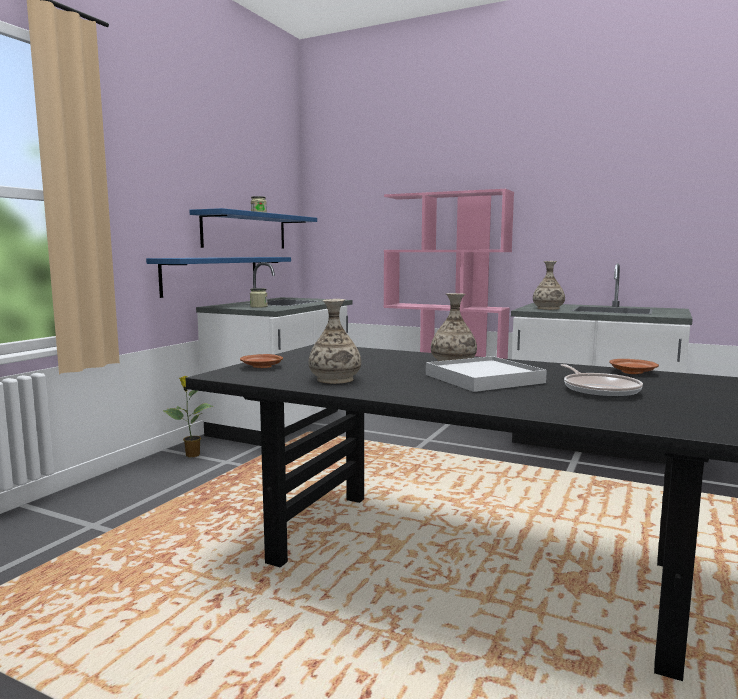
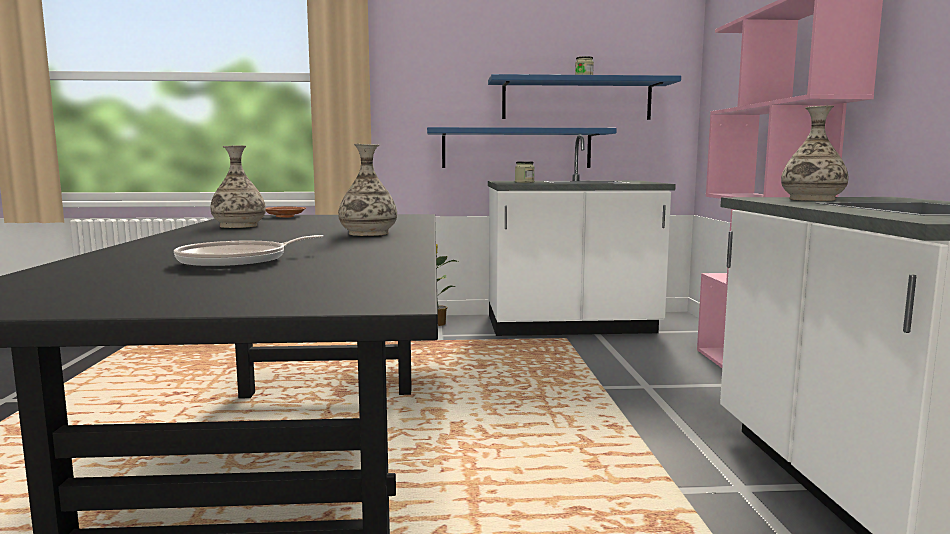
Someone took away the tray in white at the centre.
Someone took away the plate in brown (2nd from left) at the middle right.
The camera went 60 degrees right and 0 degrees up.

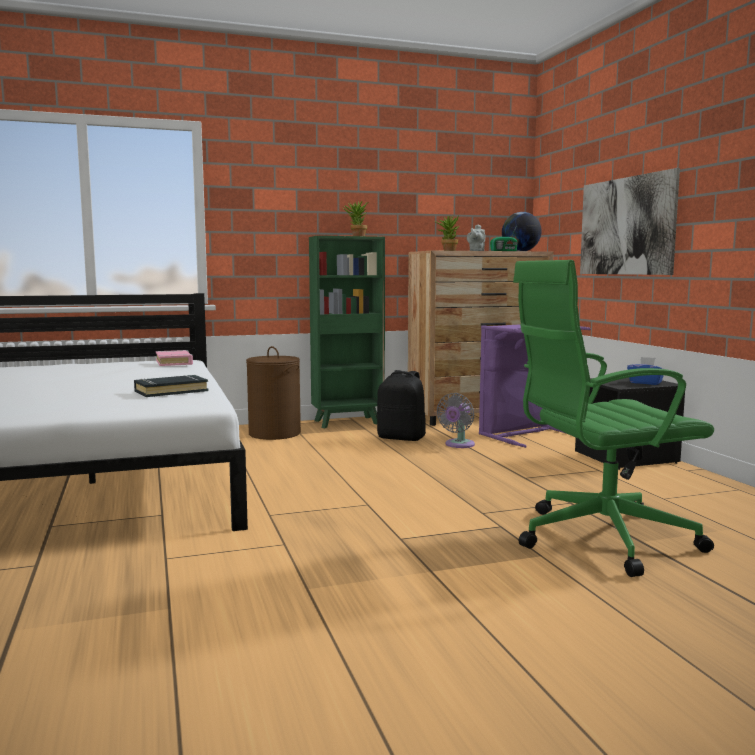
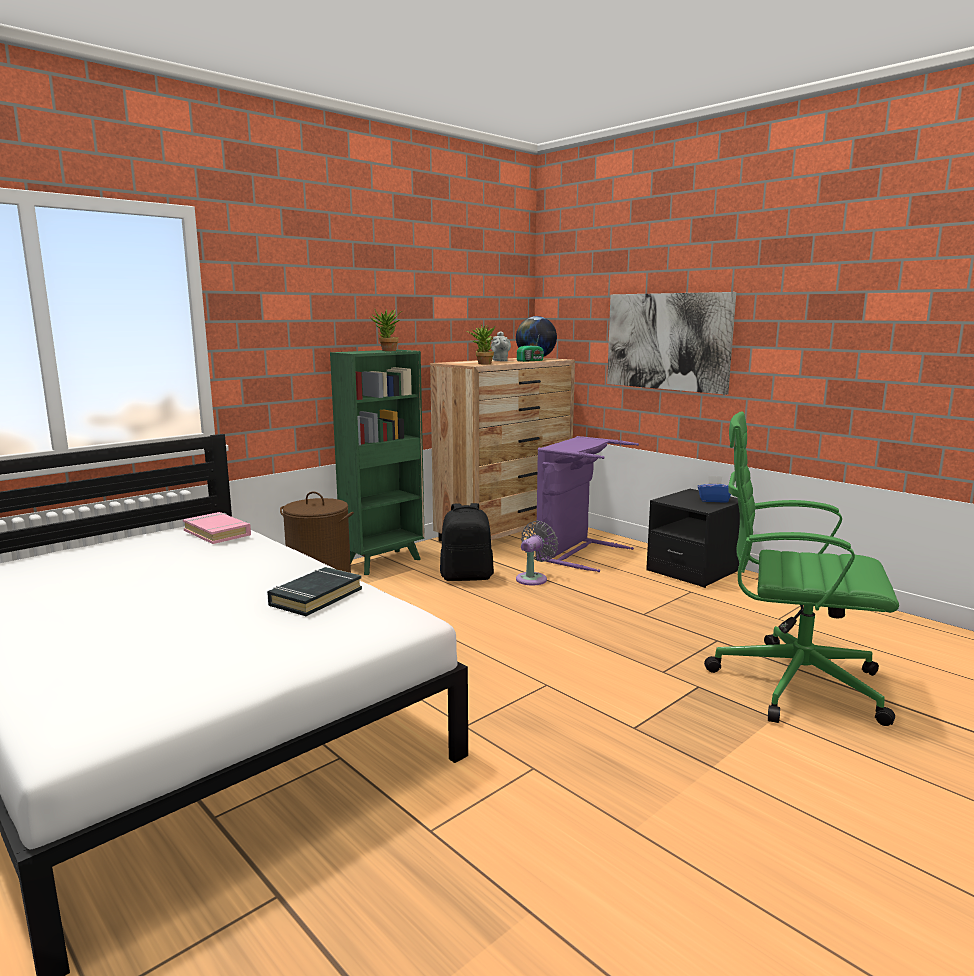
Someone rotated the office chair in green at the middle right by 60 degrees clockwise.
Someone rotated the fan in grey at the centre by 150 degrees counterclockwise.
The camera went 25 degrees left and 5 degrees up.

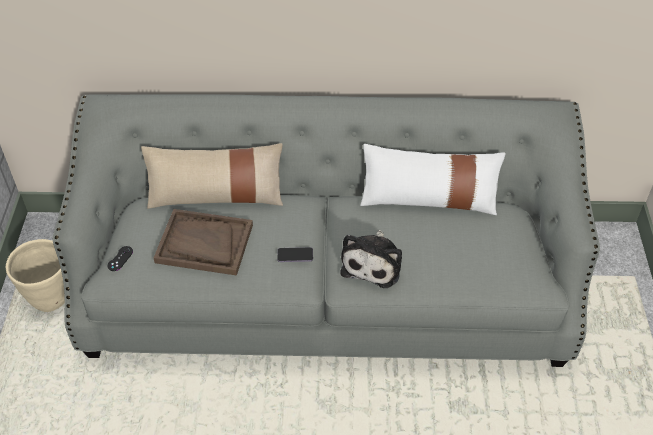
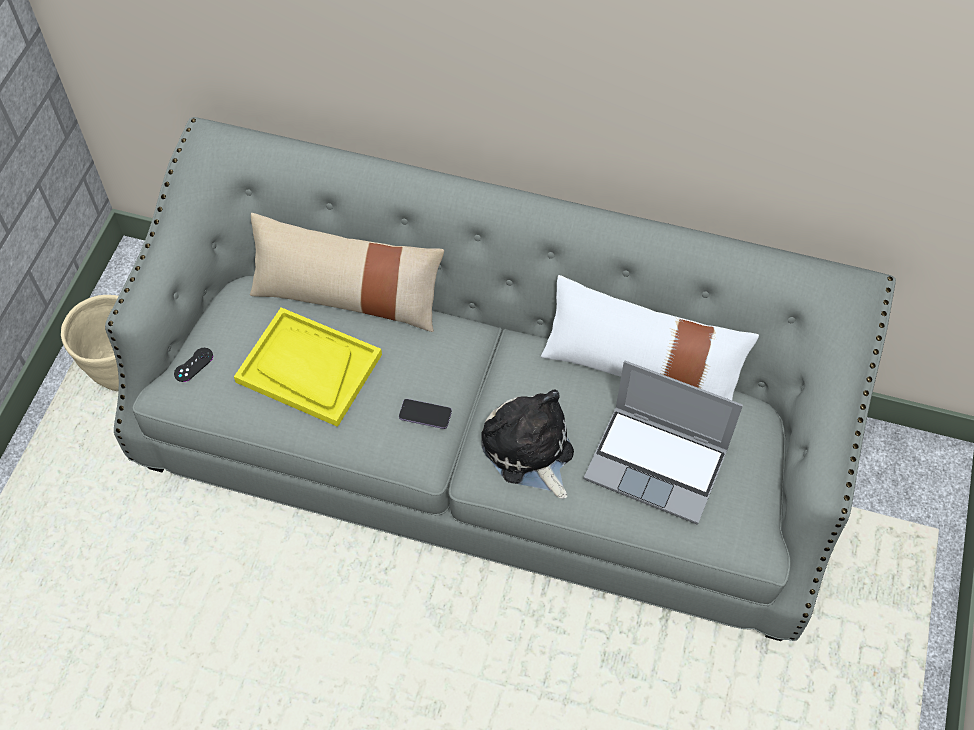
Someone repainted the tray in brown at the middle left, which became the tray in yellow at the middle left.
Someone rotated the plush toy at the centre by 120 degrees clockwise.
Someone put down the laptop at the middle right.
The camera went 15 degrees right and 10 degrees up.

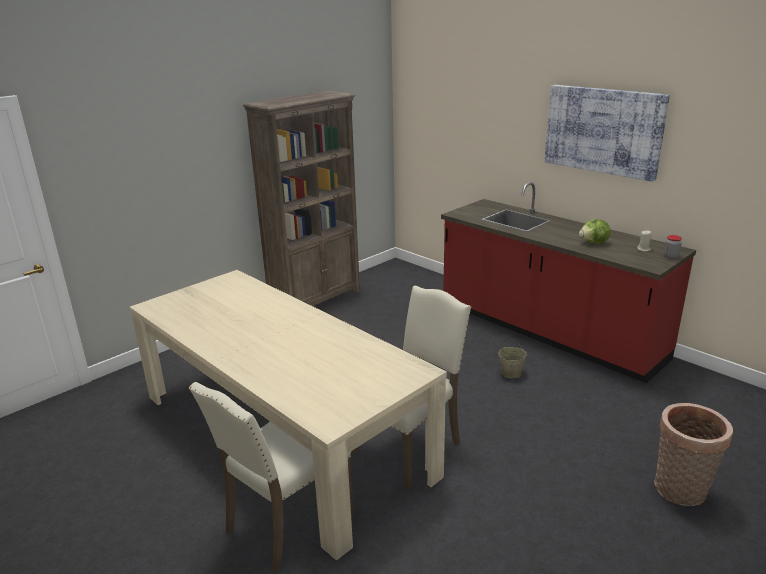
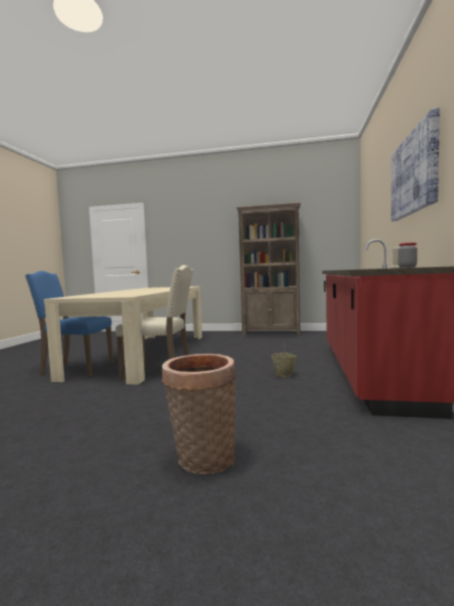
Someone took away the lettuce at the middle right.
Someone repainted the chair in beige (1st from left) at the bottom centre, which became the chair in blue at the middle left.
The camera went 55 degrees right and 20 degrees down.

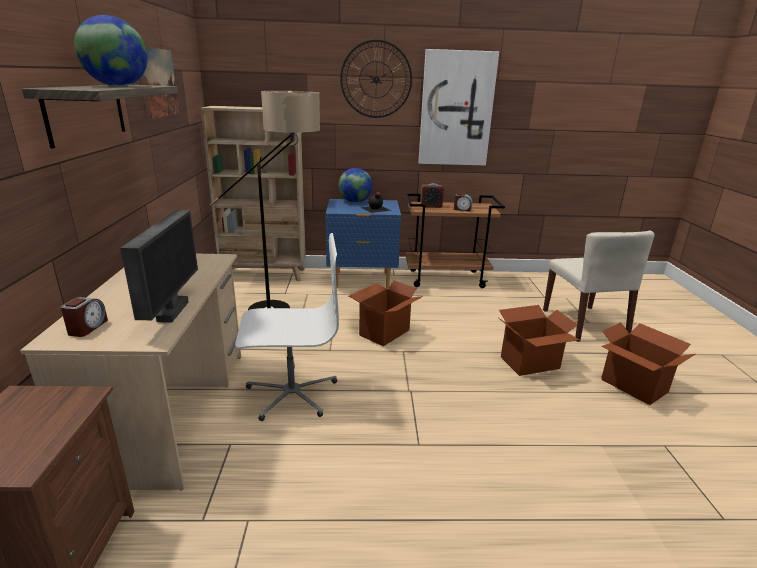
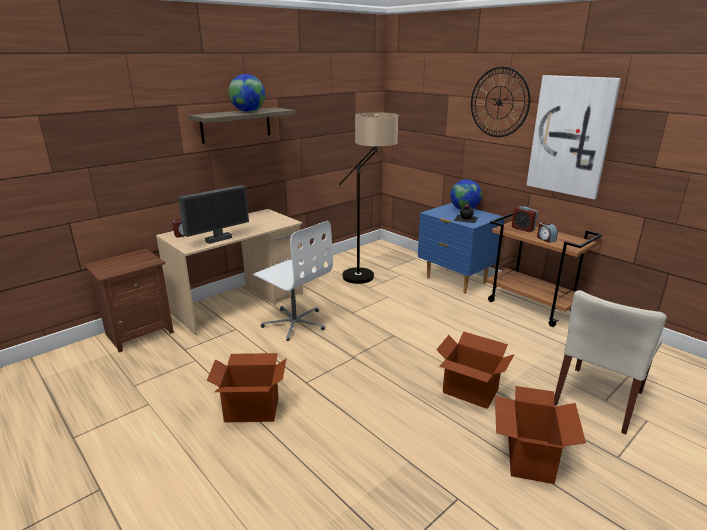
Someone took away the picture (1st from left) at the top left.
Someone took away the bookcase in beige at the centre.
Someone carried the cardboard box (1st from left) from the centre to the bottom centre.
The camera went 50 degrees right and 0 degrees up.

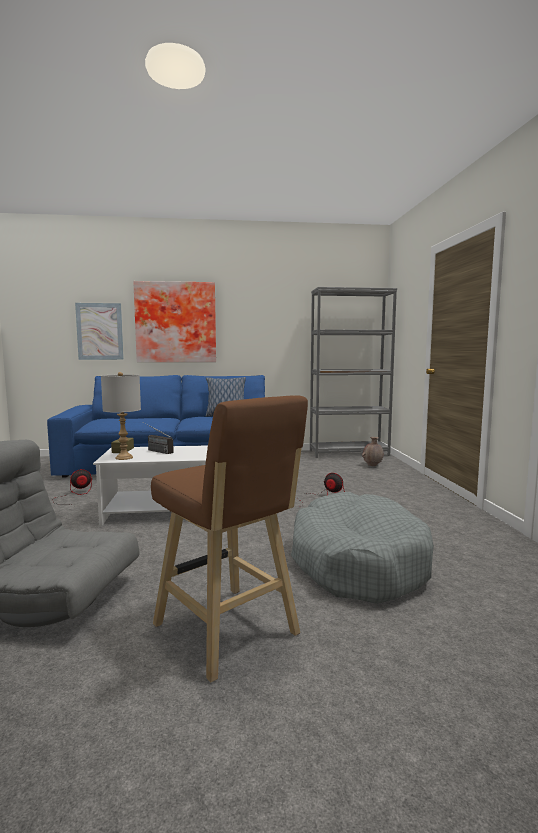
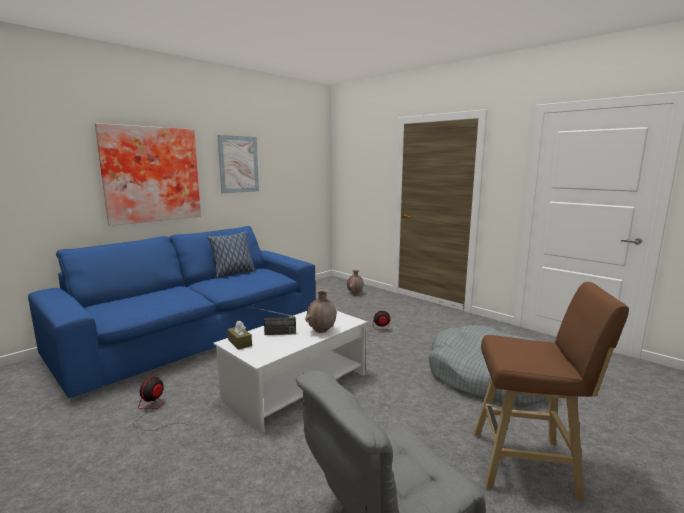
Someone took away the bookcase in grey at the centre.
Someone carried the picture (1st from left in the first image) from the middle left to the top centre.
Someone took away the table lamp in grey at the middle left.
Someone put down the vase in brown (1st from left) at the centre.
The camera went 40 degrees left and 5 degrees up.

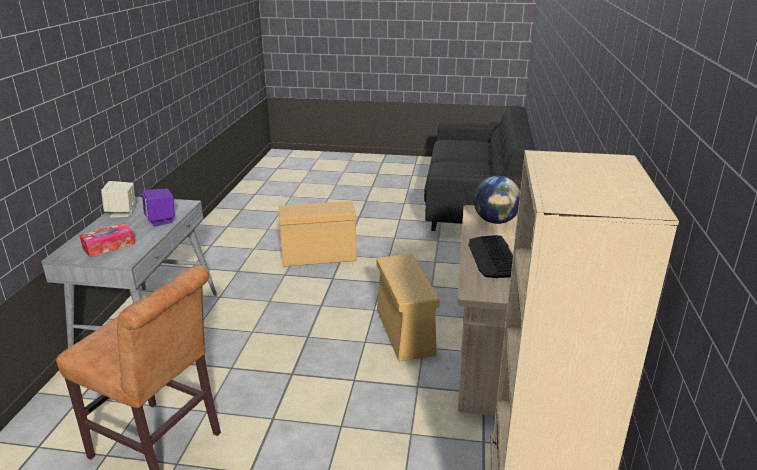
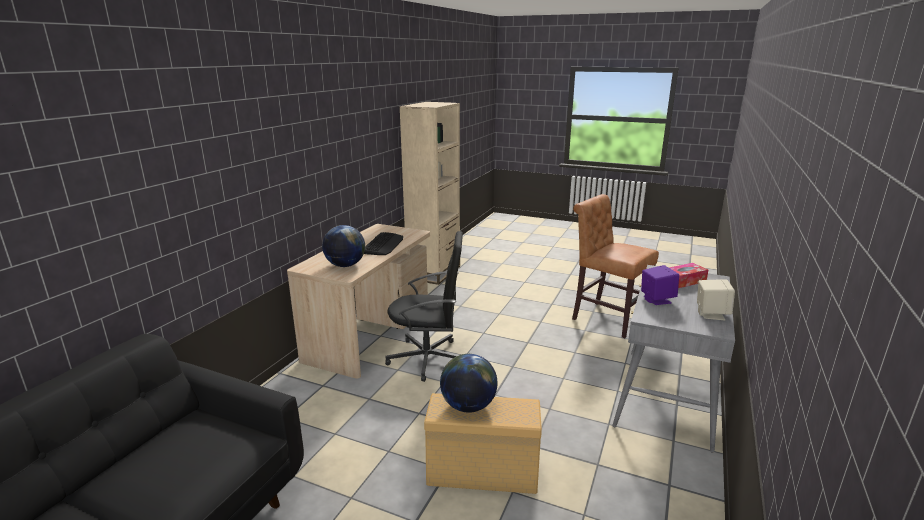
Someone swapped the storage box in beige (2nd from left) at the centre for the office chair in black at the centre.
Someone put down the globe (2nd from left) at the bottom centre.
The camera went 165 degrees left and 5 degrees down.

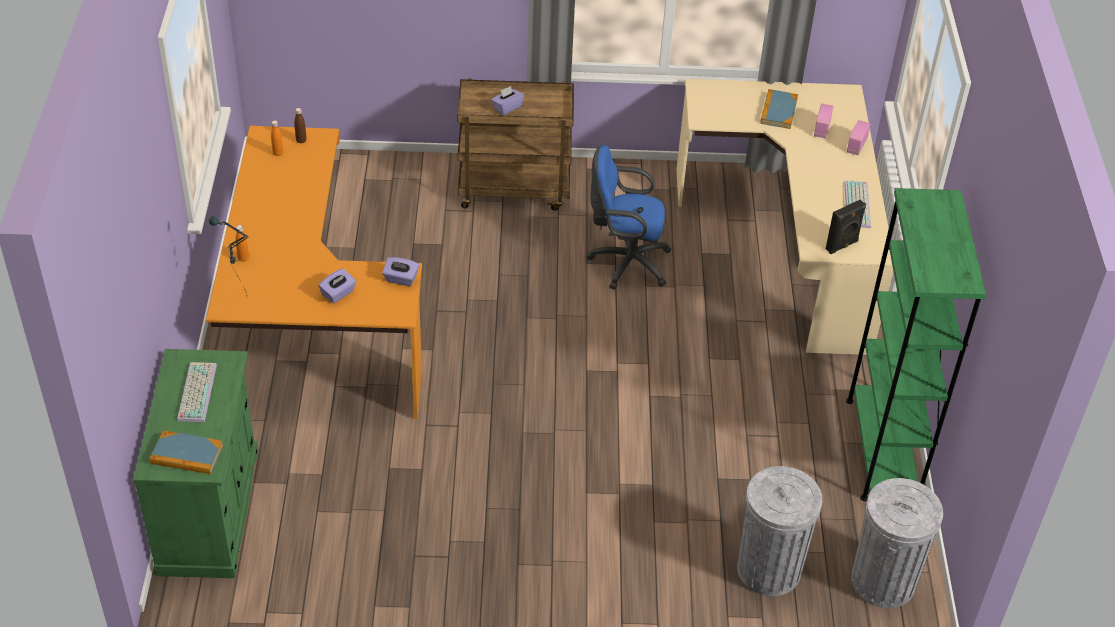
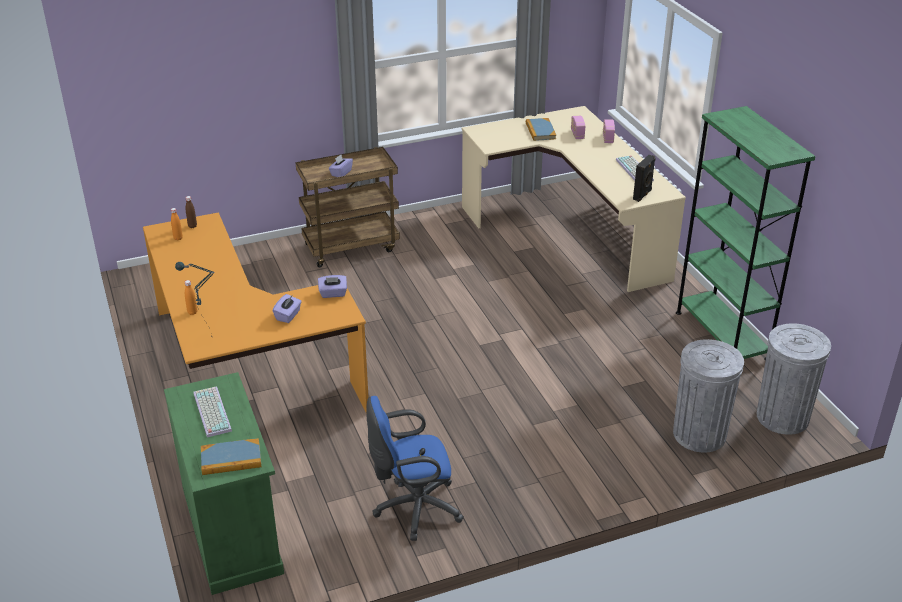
Someone carried the office chair in blue from the centre to the bottom centre.
The camera went 20 degrees left and 10 degrees down.

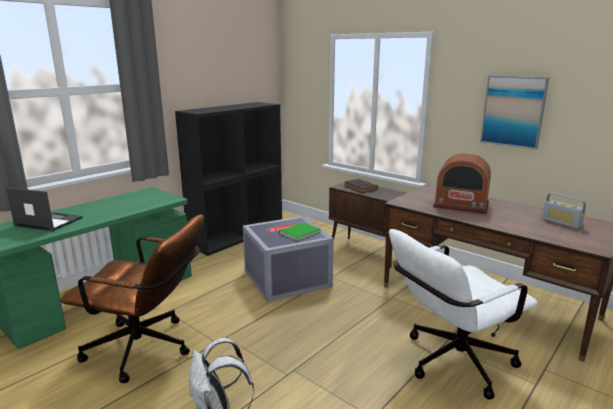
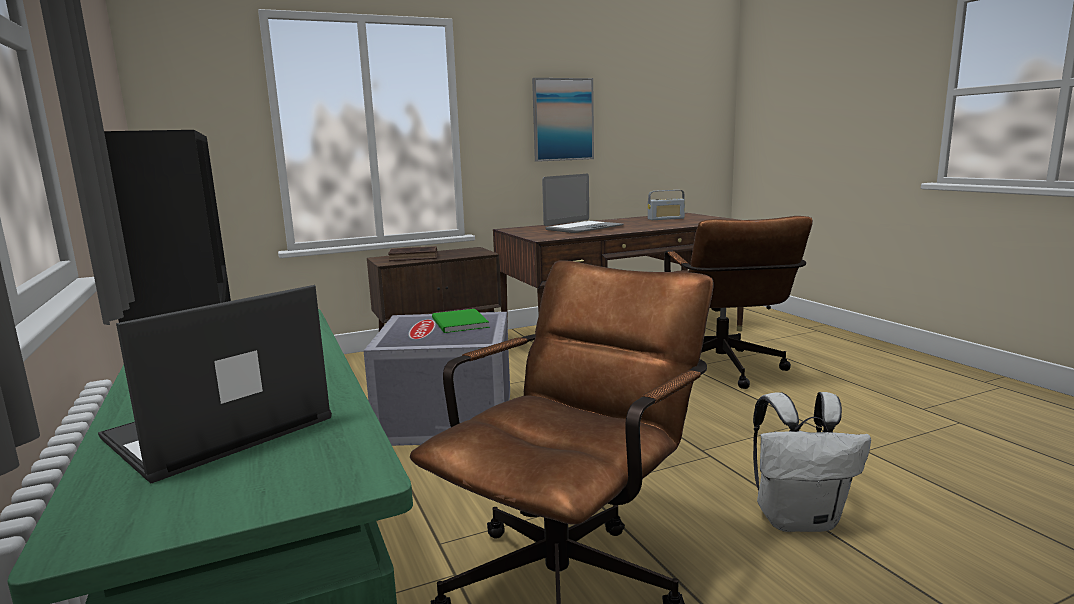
Someone swapped the radio (1st from left) at the middle right for the laptop (2nd from left) at the centre.
Someone repainted the office chair in white at the bottom right, which became the office chair in brown (2nd from left) at the middle right.
The camera went 65 degrees left and 5 degrees down.

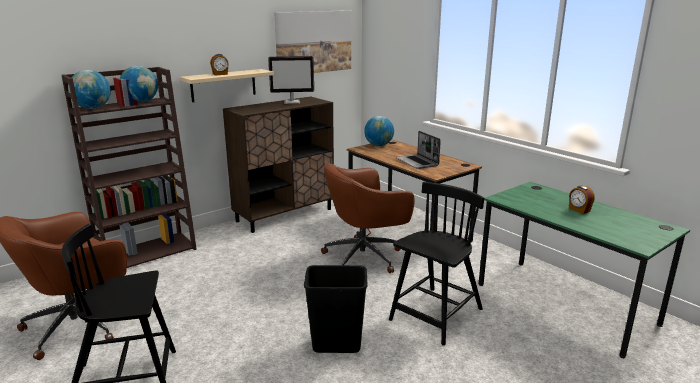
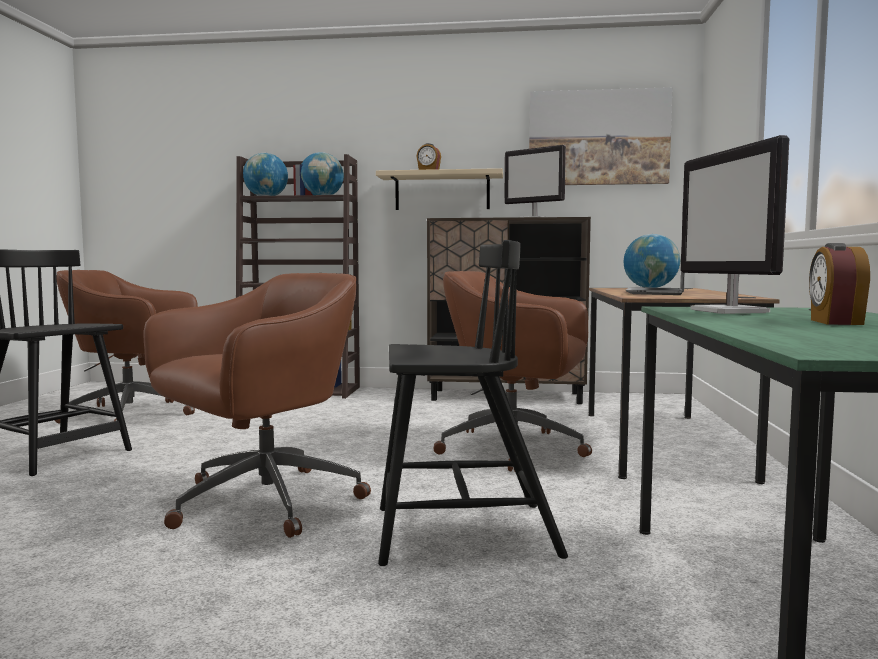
Someone swapped the trash can in black at the bottom centre for the office chair in brown (2nd from left) at the middle left.
Someone put down the monitor (2nd from left) at the middle right.
The camera went 45 degrees right and 15 degrees down.

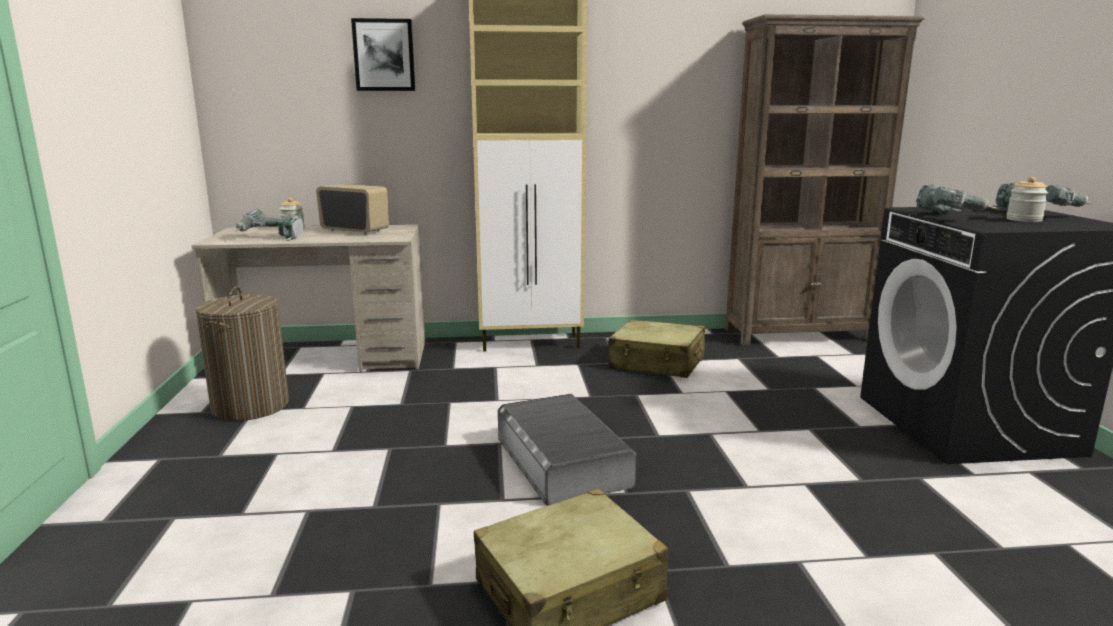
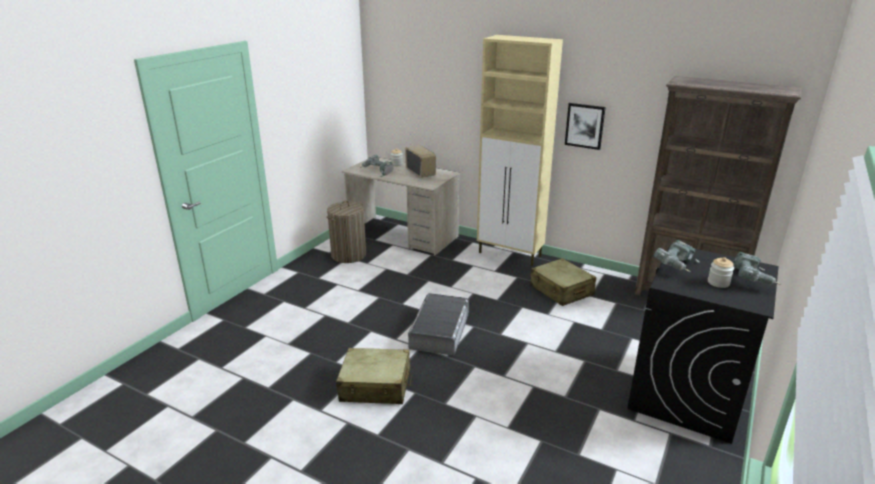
Someone carried the picture from the top centre to the top right.
The camera went 35 degrees right and 10 degrees up.

